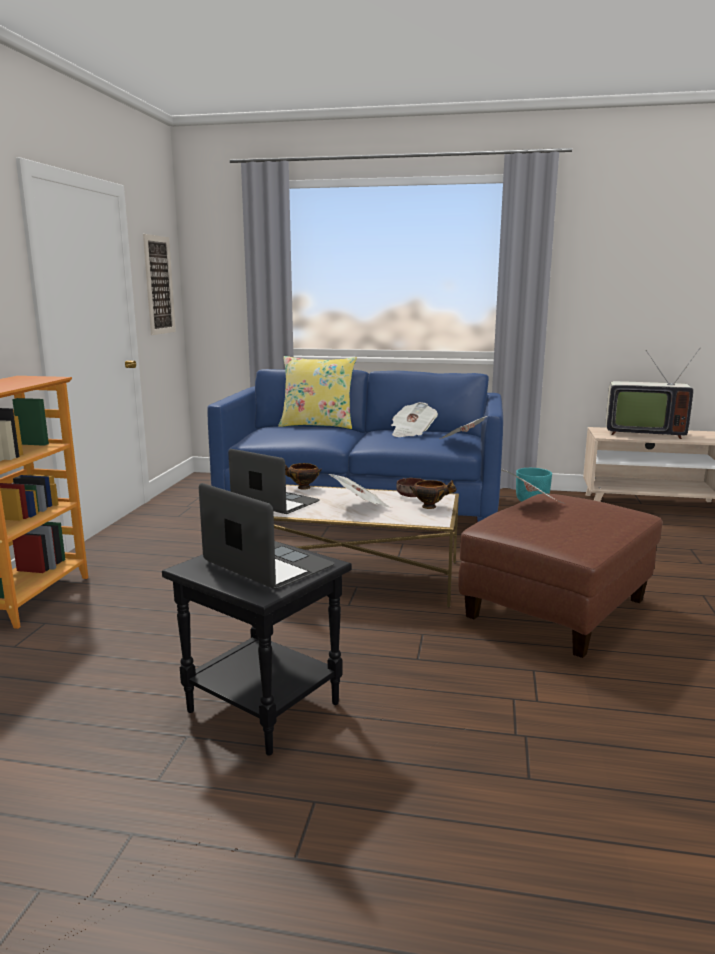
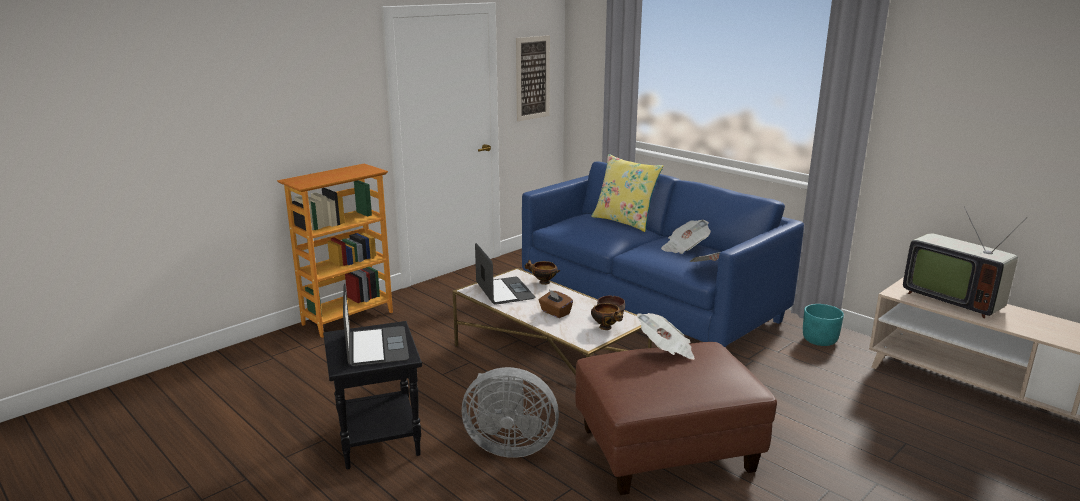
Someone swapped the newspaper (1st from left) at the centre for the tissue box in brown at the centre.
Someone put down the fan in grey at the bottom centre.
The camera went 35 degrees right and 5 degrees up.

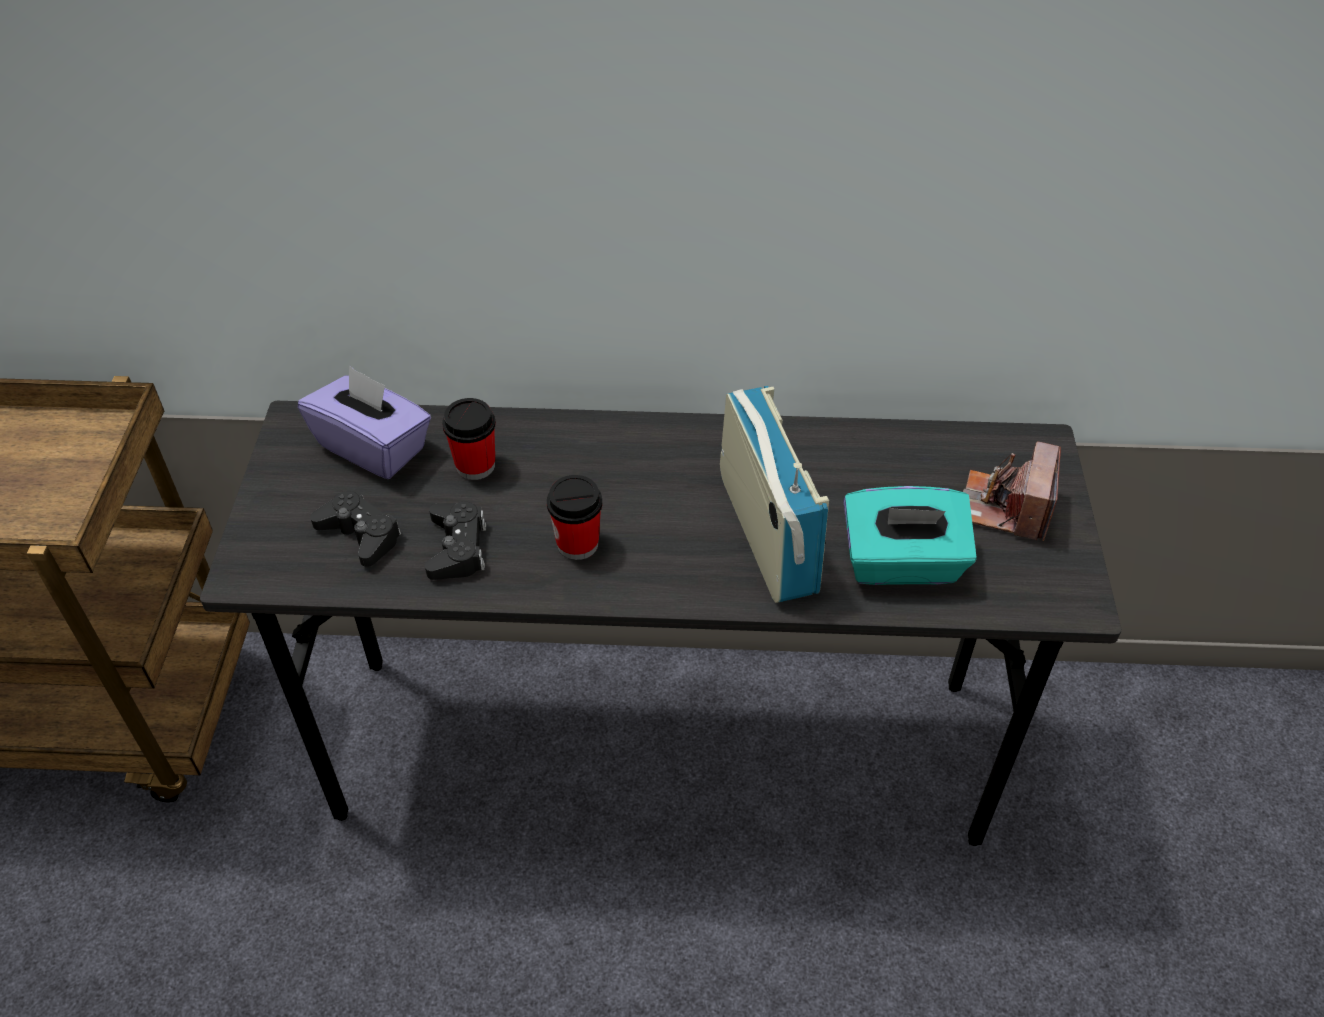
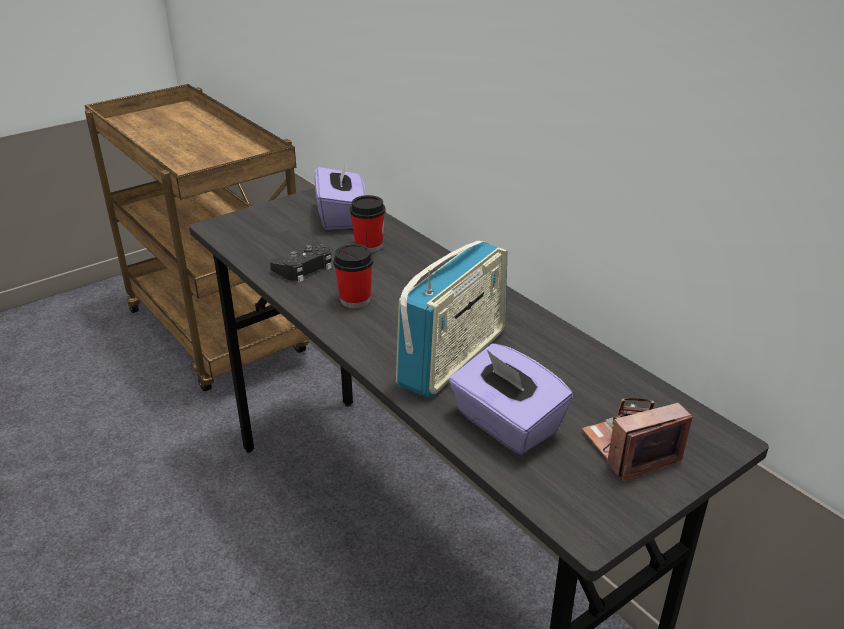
Someone repainted the tissue box in turquoise at the middle right, which became the tissue box in purple (2nd from left) at the centre.
Someone took away the game controller in black (1st from left) at the middle left.
The camera went 50 degrees right and 15 degrees down.

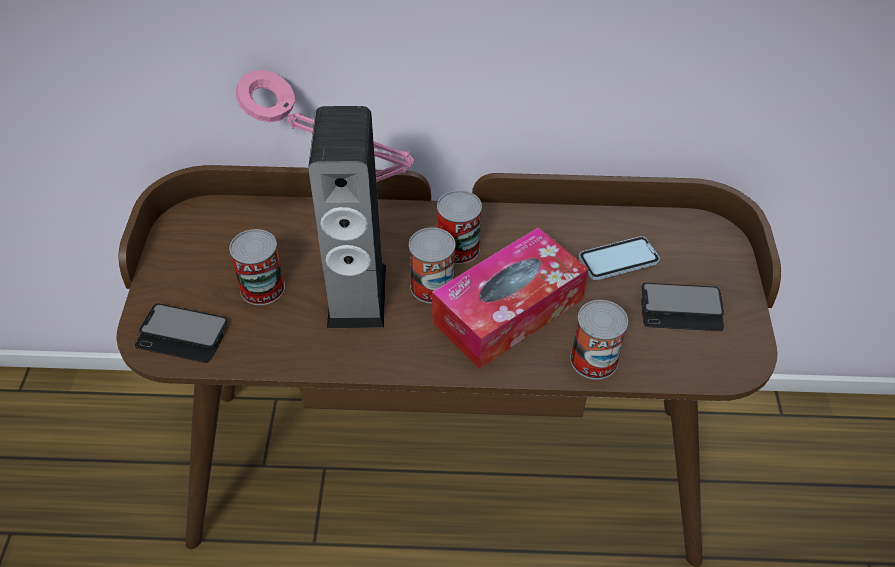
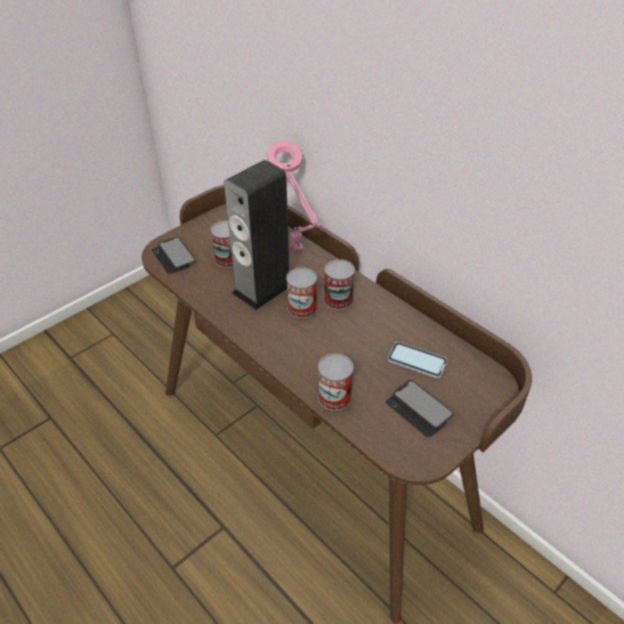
Someone took away the tissue box at the centre.
The camera went 45 degrees right and 5 degrees down.

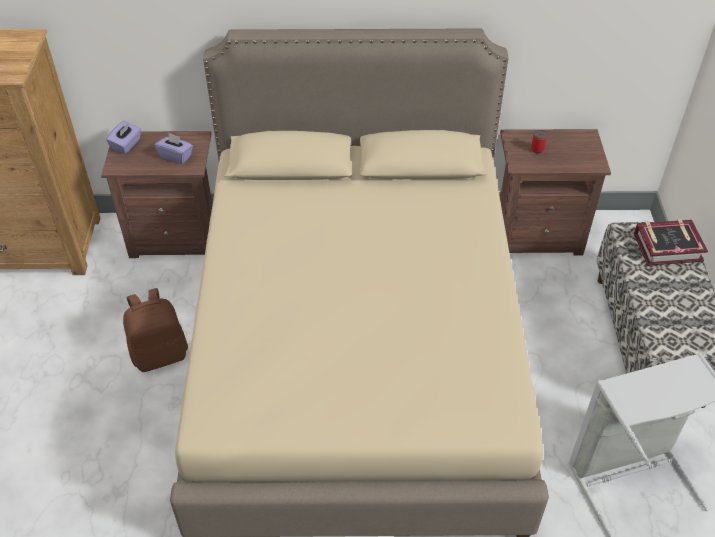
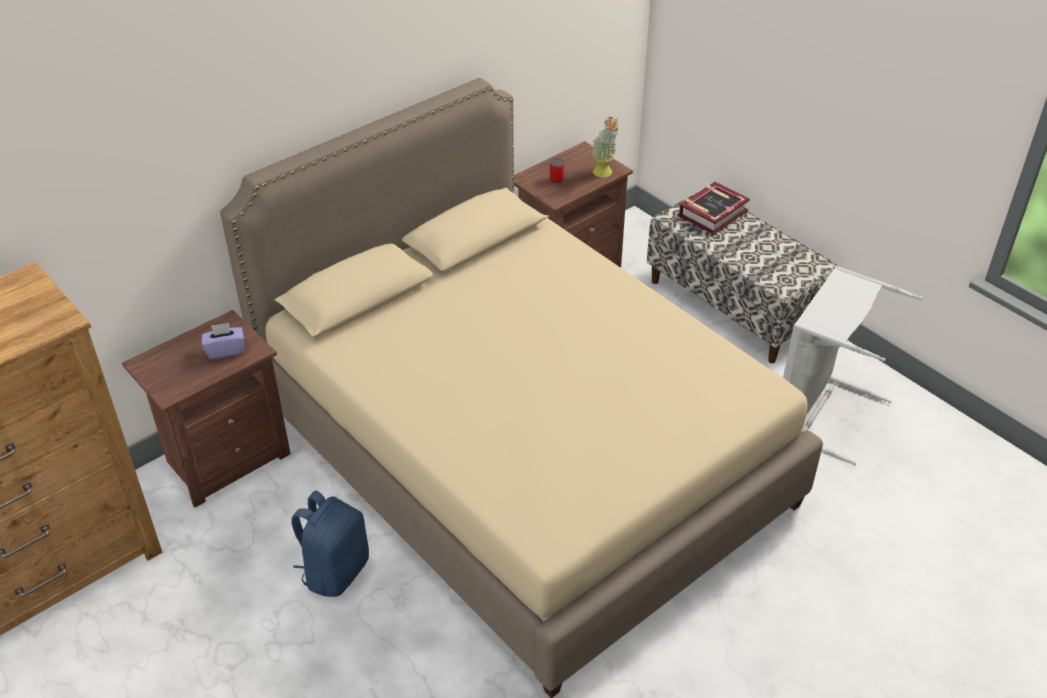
Someone took away the tissue box in purple (1st from left) at the top left.
Someone repainted the backpack in brown at the middle left, which became the backpack in blue at the bottom left.
Someone put down the potted plant at the top centre.
The camera went 40 degrees left and 5 degrees down.

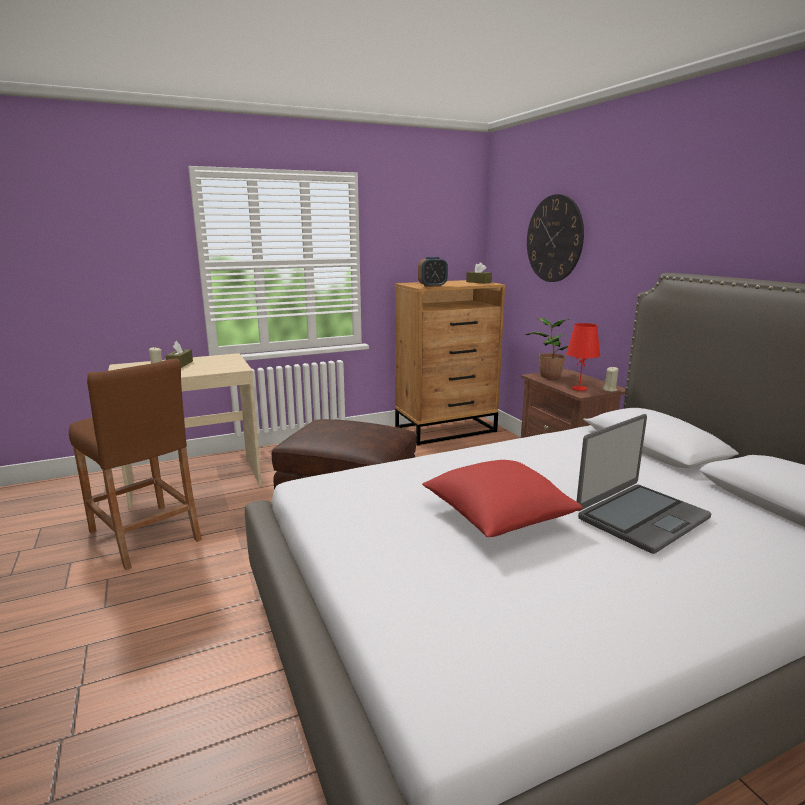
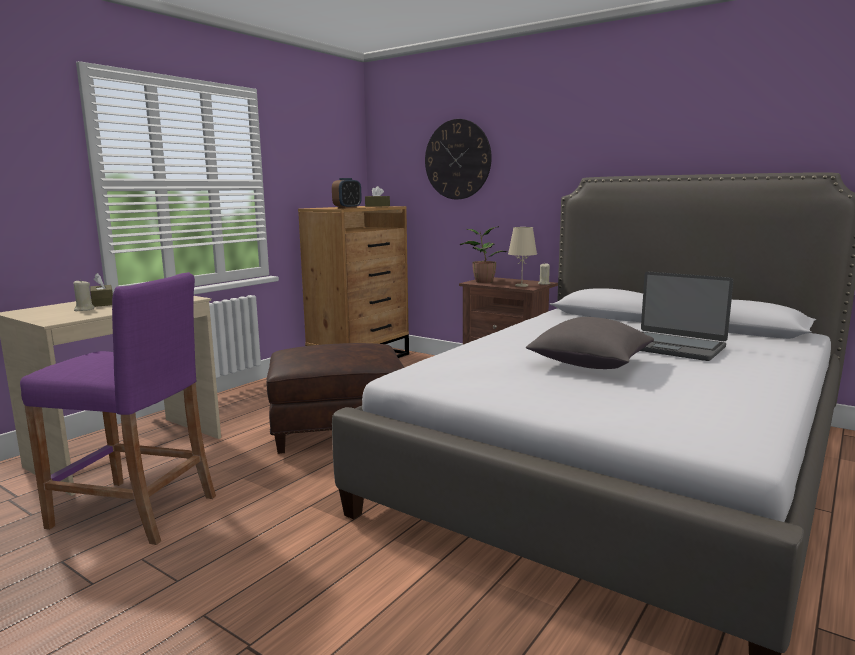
Someone repainted the table lamp in red at the middle right, which became the table lamp in beige at the centre.
Someone repainted the stool in brown at the middle left, which became the stool in purple at the middle left.
Someone rotated the laptop at the middle right by 105 degrees clockwise.
Someone repainted the pillow in red at the centre, which became the pillow in grey at the middle right.
The camera went 30 degrees left and 5 degrees down.

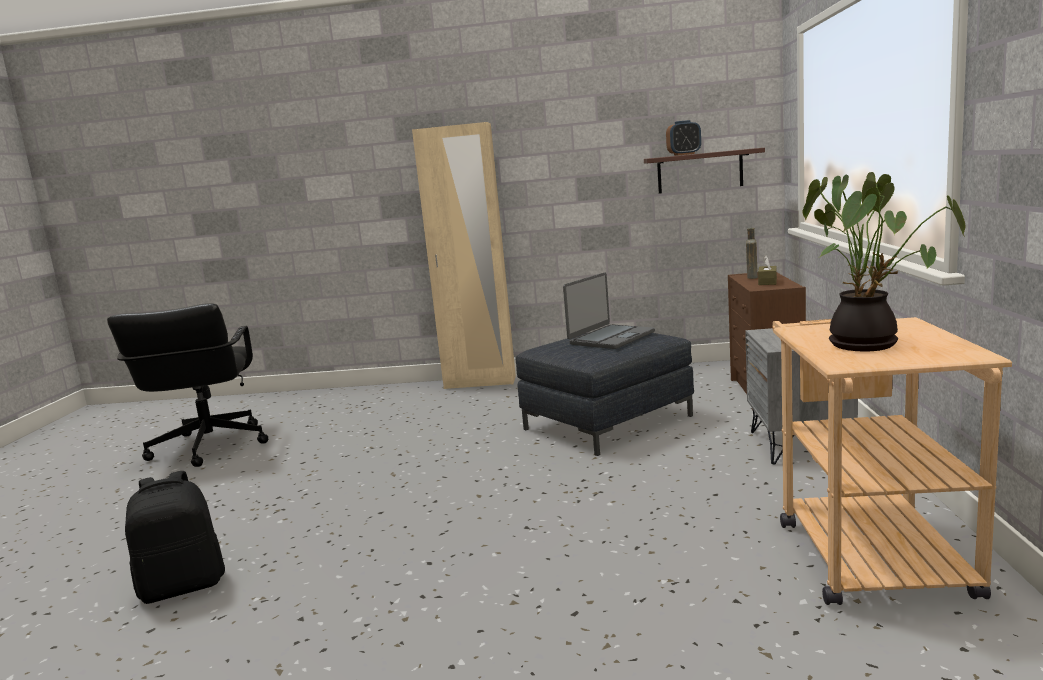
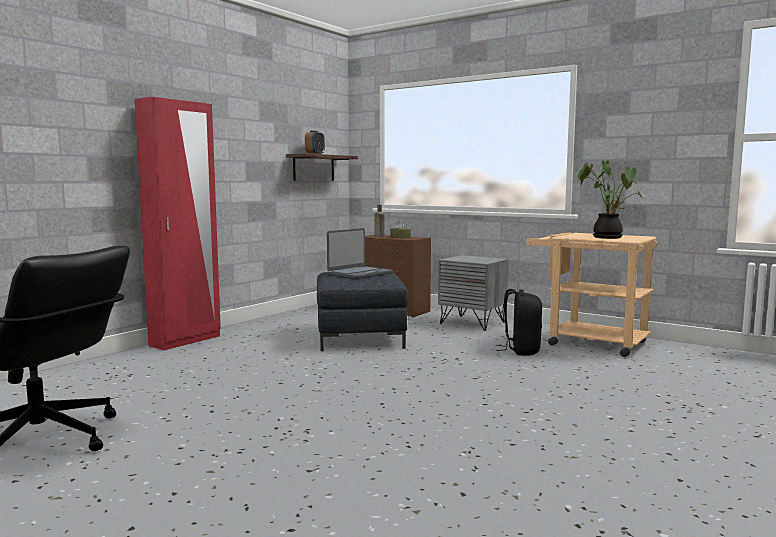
Someone repainted the wardrobe in beige at the centre, which became the wardrobe in red at the middle left.
Someone rotated the laptop at the centre by 60 degrees clockwise.
Someone carried the backpack in black from the bottom left to the middle right.
The camera went 60 degrees left and 5 degrees down.

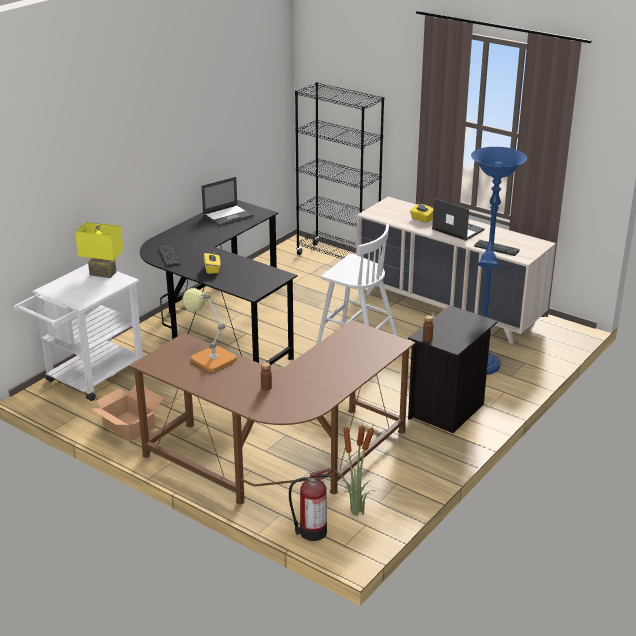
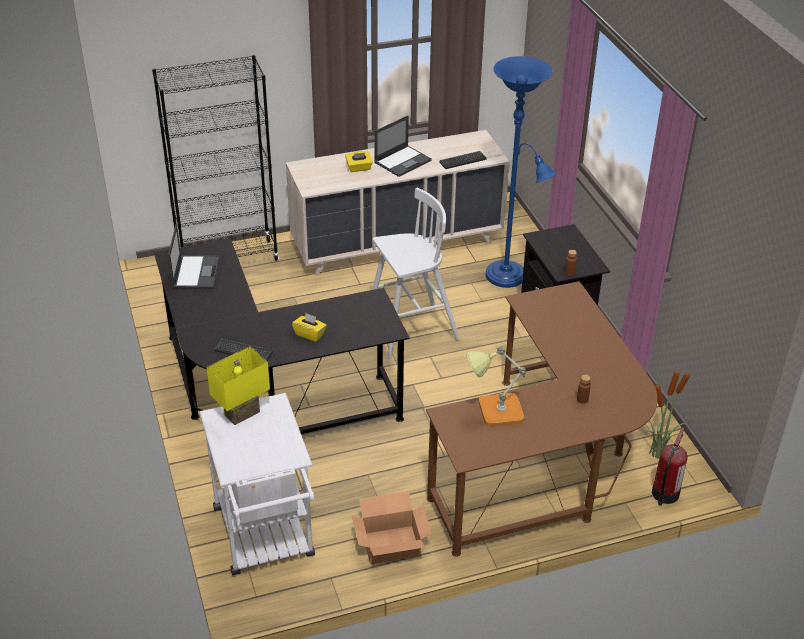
Someone rotated the laptop (2nd from left) at the middle right by 150 degrees clockwise.
The camera went 55 degrees left and 10 degrees up.

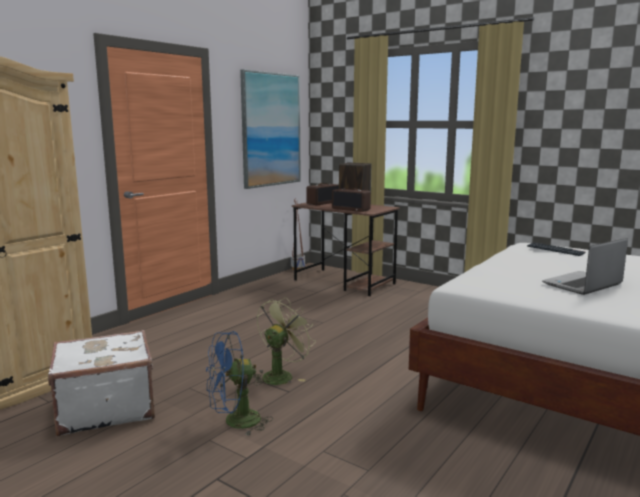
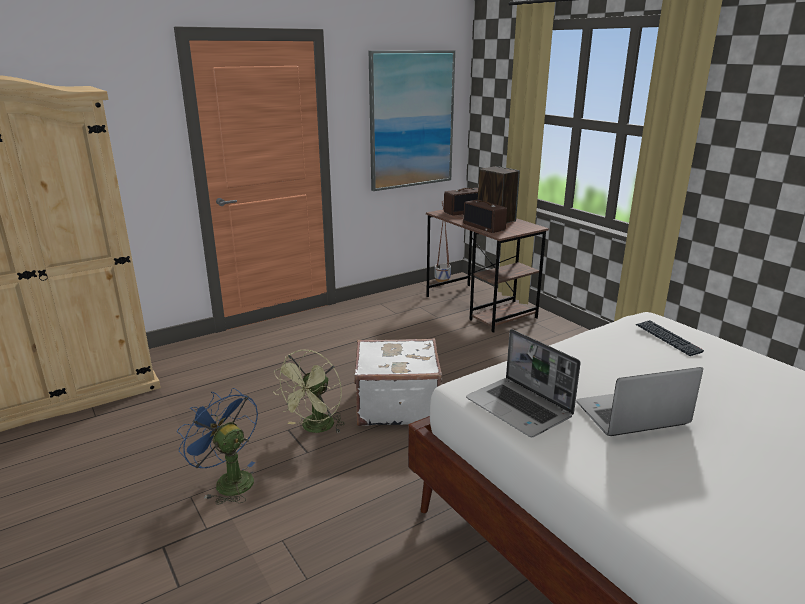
Someone rotated the fan in green at the bottom centre by 150 degrees clockwise.
Someone carried the suitcase in white from the bottom left to the centre.
Someone rotated the fan in blue at the bottom centre by 45 degrees clockwise.
Someone put down the laptop (1st from left) at the centre.
The camera went 20 degrees right and 10 degrees up.

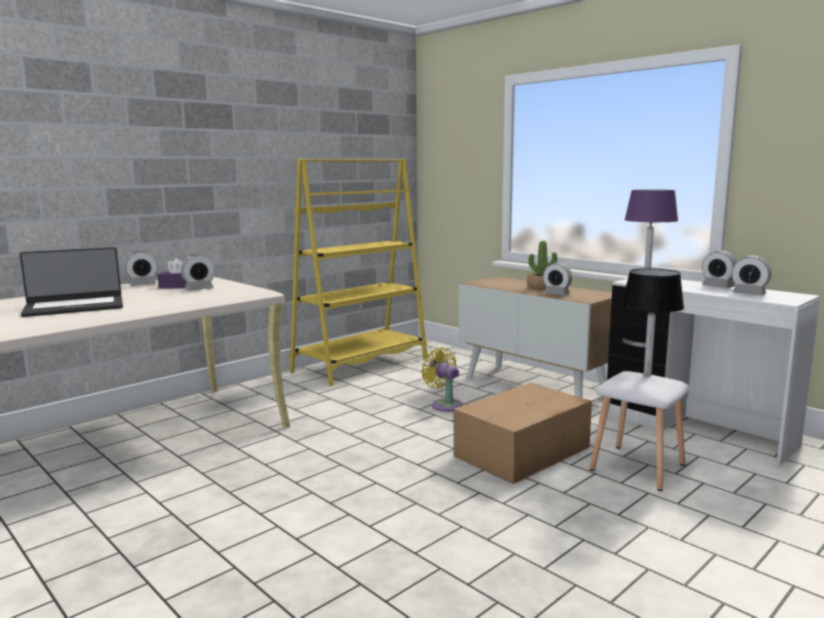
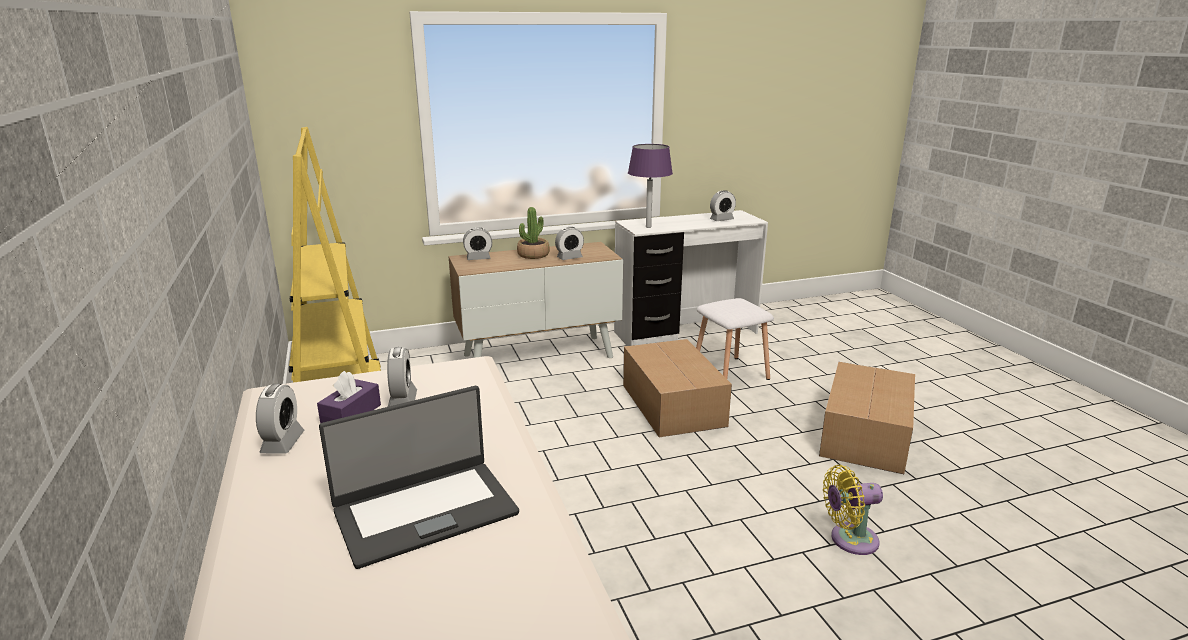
Someone rotated the laptop at the middle left by 60 degrees clockwise.
Someone carried the alarm clock (4th from left in the first image) from the middle right to the centre.
Someone took away the table lamp in black at the middle right.
Someone carried the fan in yellow from the centre to the bottom right.
Someone put down the cardboard box (2nd from left) at the middle right.
The camera went 65 degrees left and 10 degrees up.

